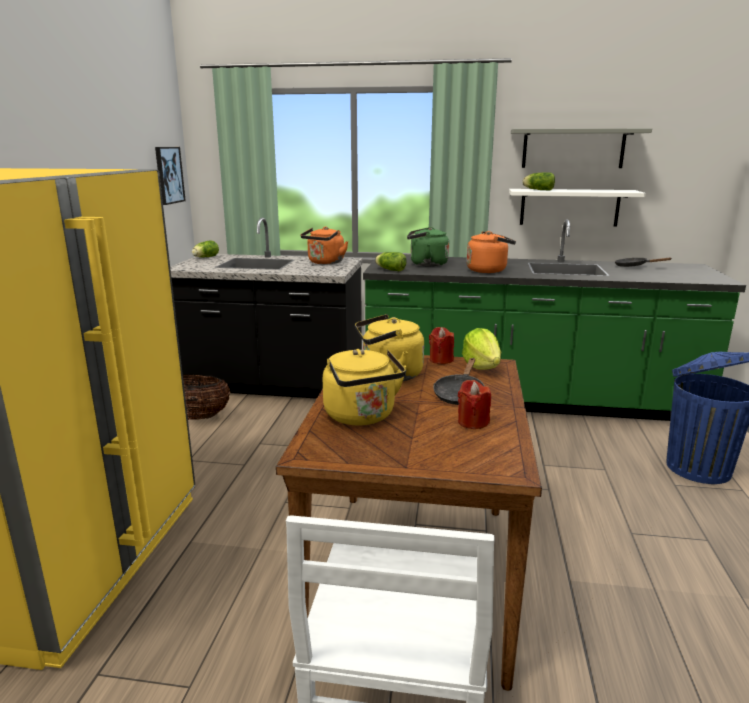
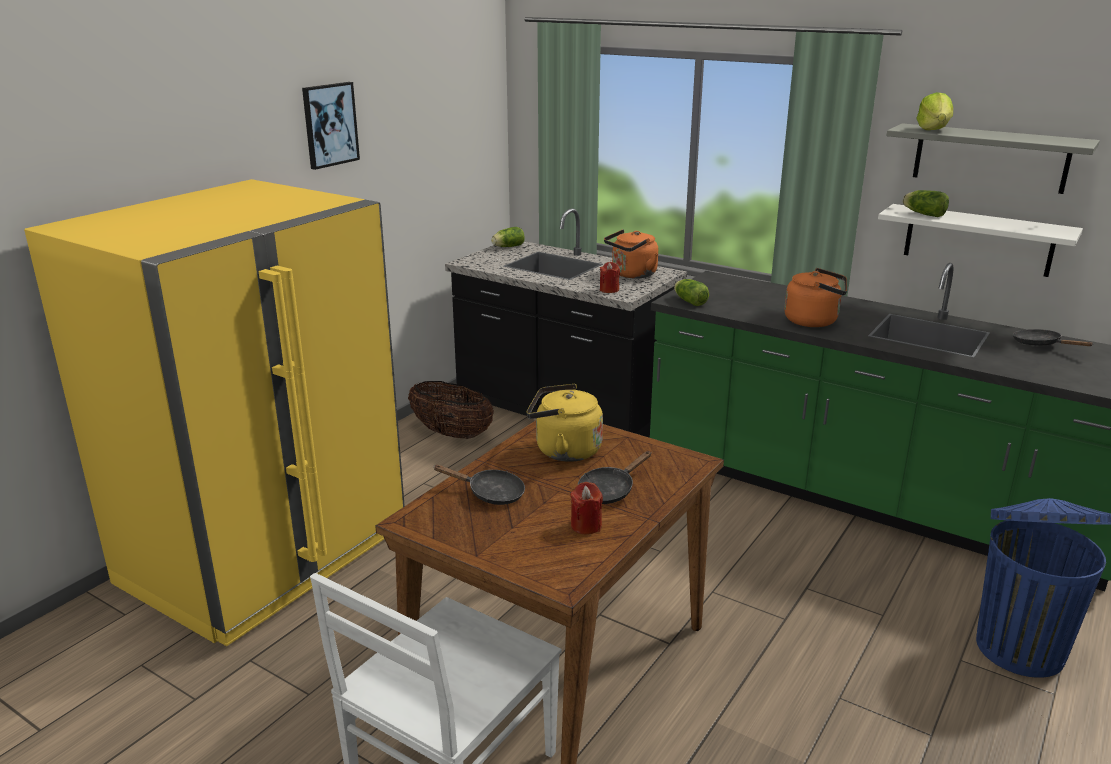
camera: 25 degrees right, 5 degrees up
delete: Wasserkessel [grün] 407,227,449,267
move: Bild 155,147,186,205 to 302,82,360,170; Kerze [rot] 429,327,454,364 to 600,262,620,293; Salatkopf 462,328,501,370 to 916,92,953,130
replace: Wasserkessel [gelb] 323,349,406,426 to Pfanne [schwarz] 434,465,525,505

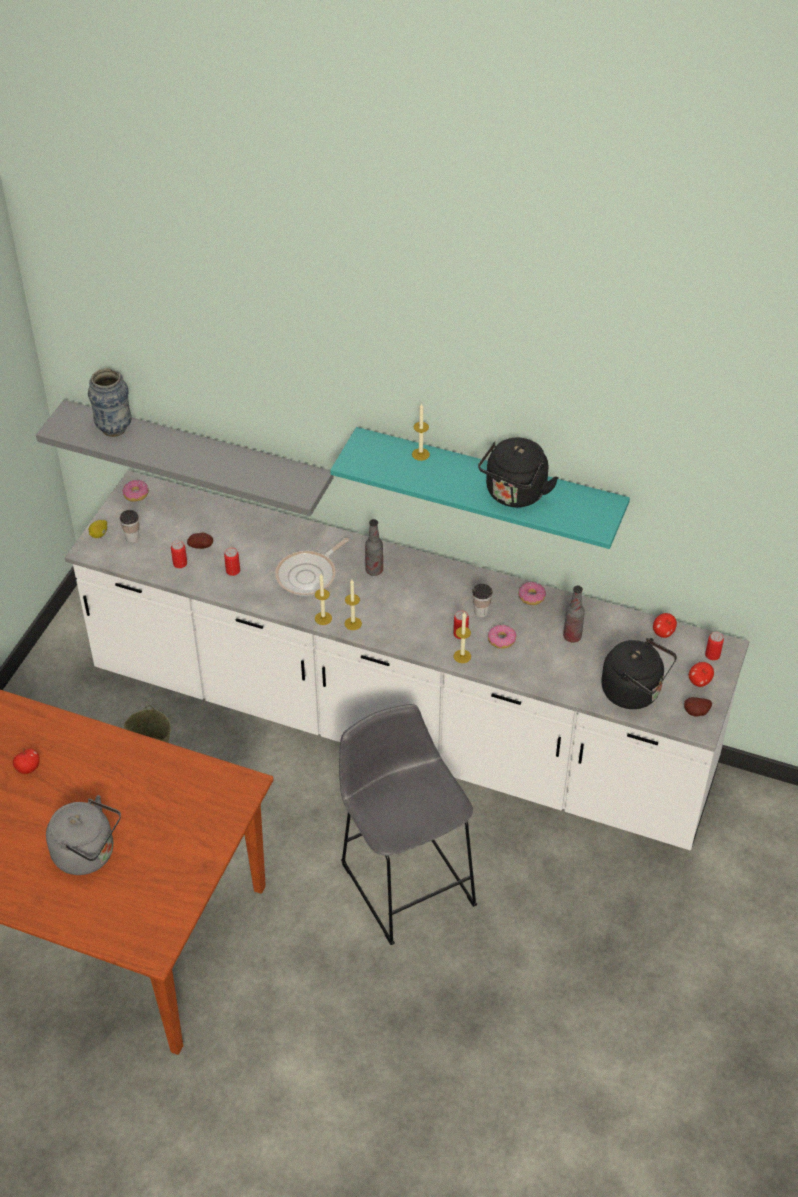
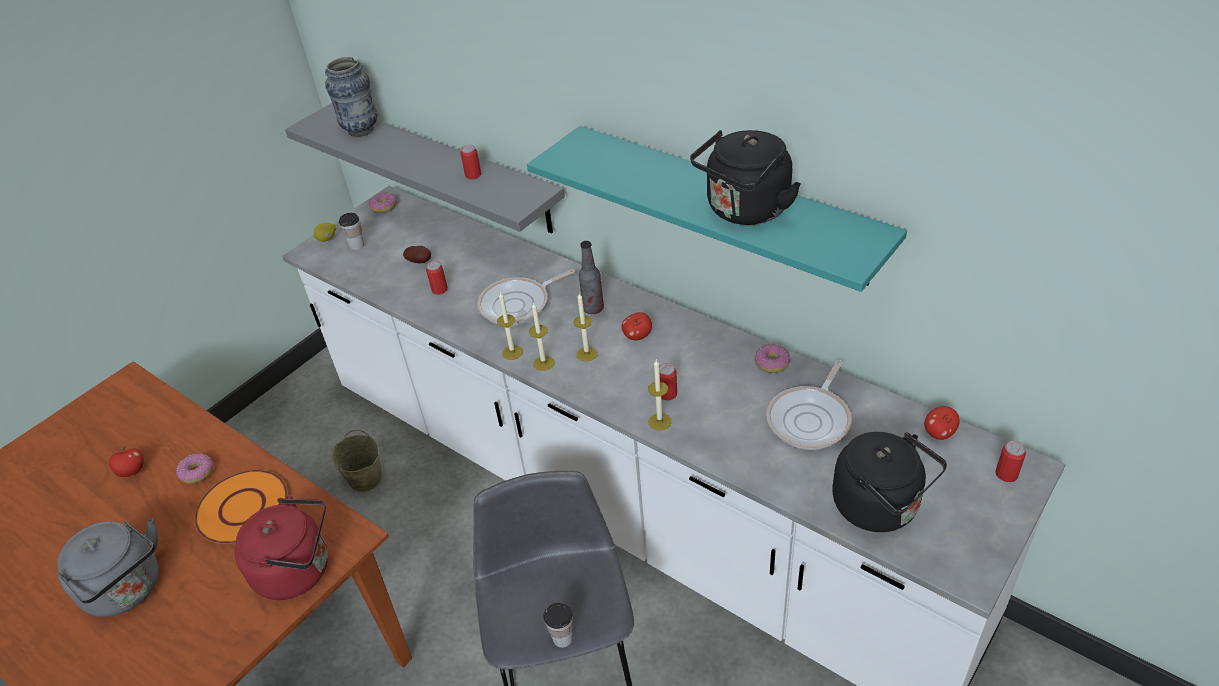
camera: 20 degrees right, 5 degrees down
delete: Kartoffel 684,697,712,717
insert: Teller [orange] 195,470,288,544; Wasserkessel [rot] 235,495,328,600
move: Dose 171,540,187,568 to 460,144,481,179; Kerze 412,403,430,461 to 574,293,598,362; Tasse 472,584,493,617 to 543,603,573,648; Donut 488,625,516,649 to 176,453,213,484; Apfel 689,662,714,687 to 622,312,652,340
replace: Flasche 563,586,585,643 to Pfanne 766,360,852,450

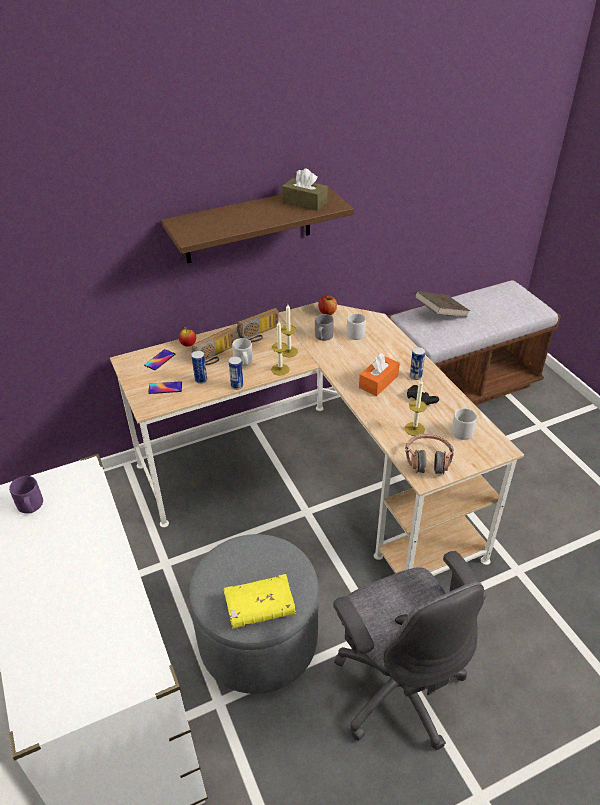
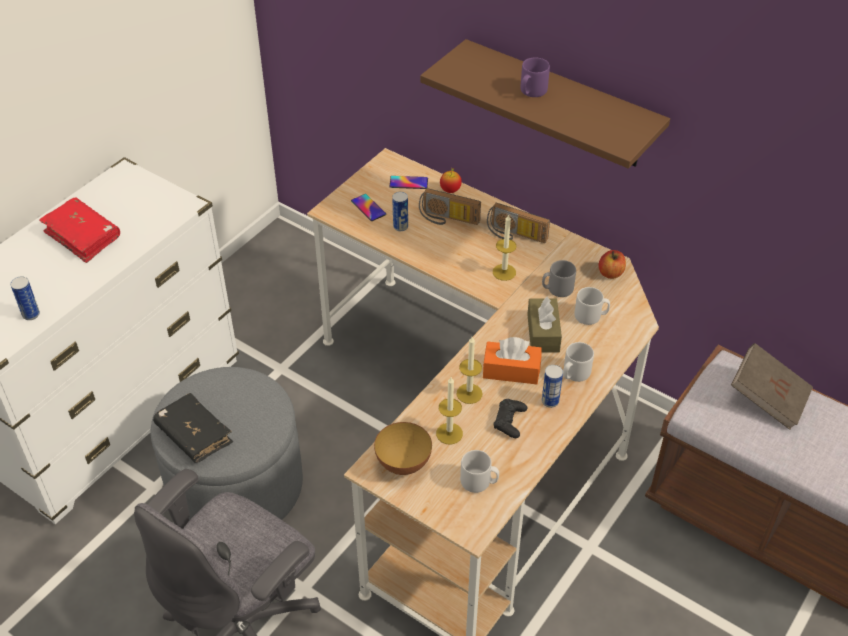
camera: 60 degrees right, 5 degrees up
insert: Buch [rot] 39,197,120,263
move: Henkelbecher [lila] 9,476,43,513 to 520,57,550,97; Dose 229,356,243,390 to 10,277,40,320; Henkelbecher [grau] 232,338,253,366 to 563,342,594,382; Kerze 271,321,290,376 to 456,337,482,404; Taschentuchbox [braun] 282,168,328,211 to 527,296,562,353
replace: Kopfhörer 405,434,454,475 to Schüssel 374,422,432,475
recolor: Buch [gelb] 224,574,296,629 to Buch [schwarz] 153,393,233,463

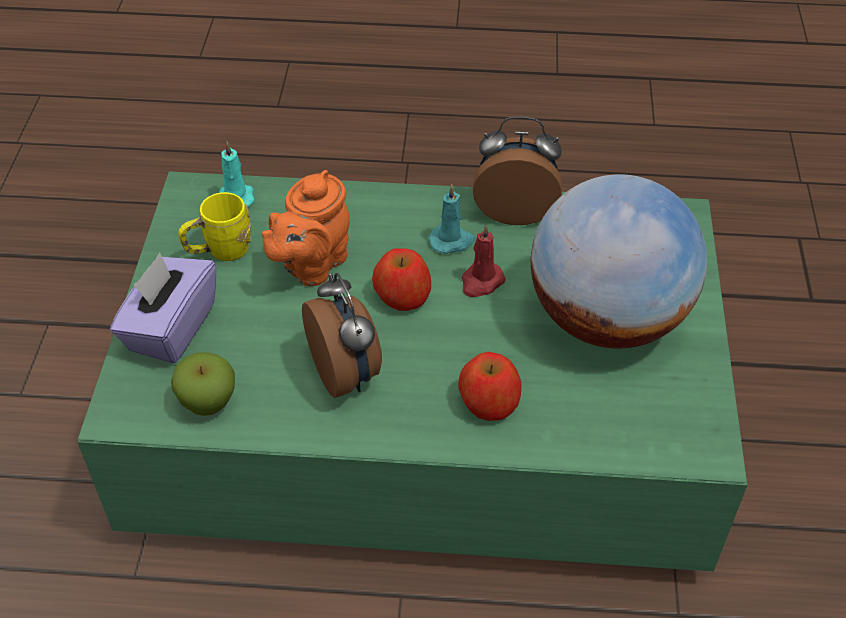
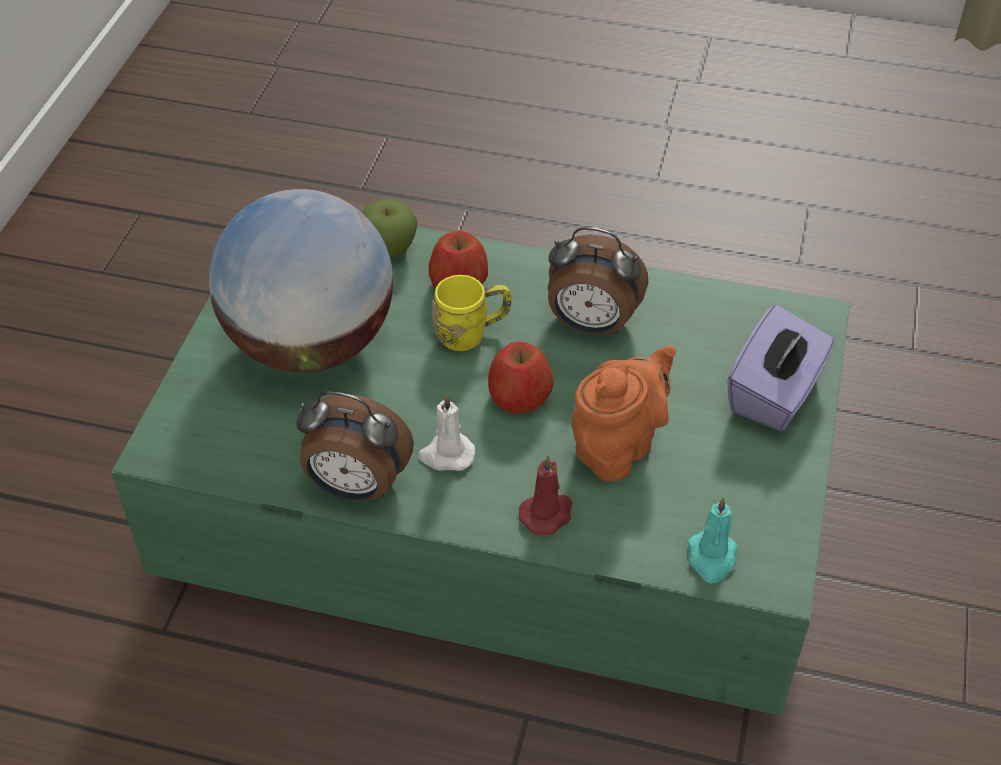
camera: 170 degrees left, 0 degrees up
move: Apfel 171,352,235,416 to 362,199,417,257; Henkelbecher [gelb] 178,192,251,261 to 432,275,512,351; Kerze [rot] 461,224,505,297 to 519,455,572,535
recolor: Kerze [türkis] 429,185,476,254 to Kerze [weiß] 418,394,475,471
rotate: Wecker 302,273,382,398 = 548,227,648,335 60 degrees counterclockwise

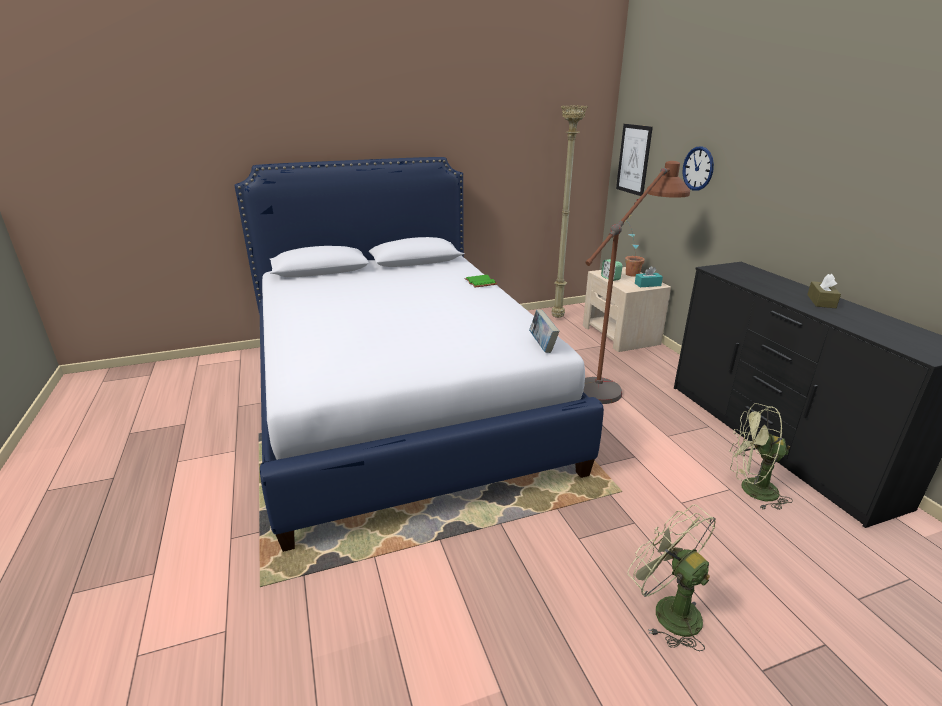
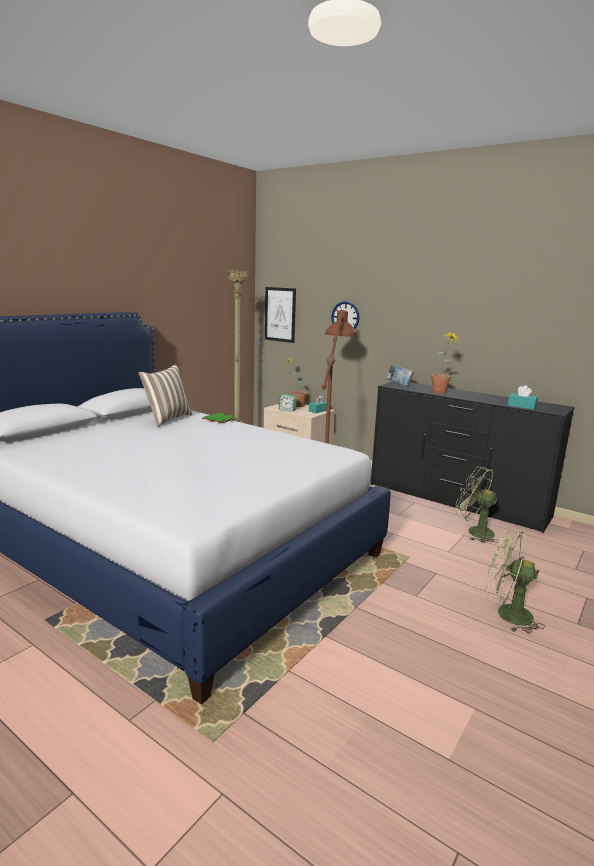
camera: 35 degrees left, 10 degrees down
delete: Taschentuchbox [braun] 807,274,841,308
insert: Kissen 139,364,192,427; Topfpflanze 431,330,459,394; Taschentuchbox [türkis] 508,385,538,410
move: Buch 529,310,559,353 to 386,364,414,387
rotate: Ventilator [grün] 729,403,793,510 = 456,467,499,543 60 degrees clockwise

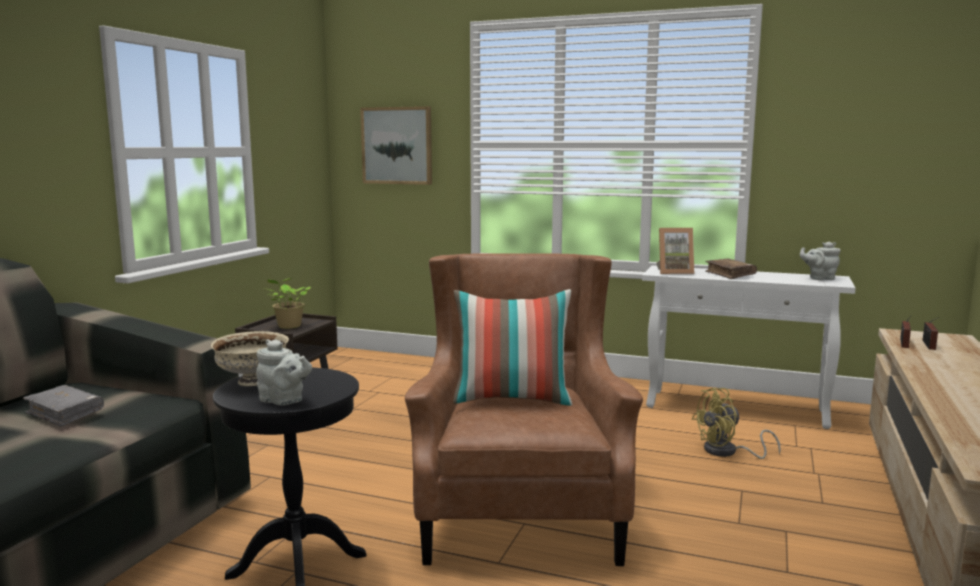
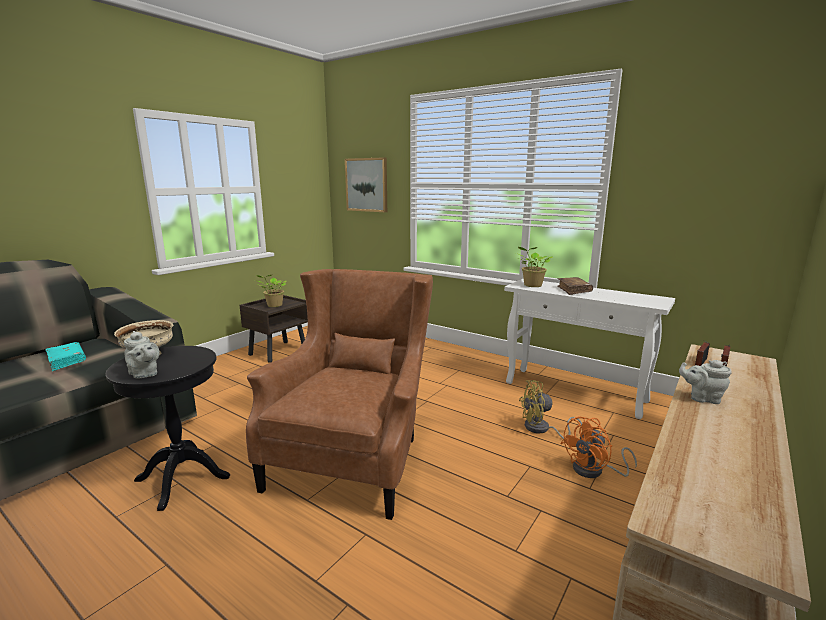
camera: 15 degrees right, 5 degrees up
delete: Kissen 453,289,572,406
insert: Ventilator [orange] 560,416,637,478
move: Teekanne [grau] 800,242,841,280 to 679,360,732,404
replace: Bilderrahmen 657,228,694,274 to Topfpflanze 516,247,553,287
recolor: Buch [grau] 23,385,104,427 to Buch [türkis] 45,342,86,371

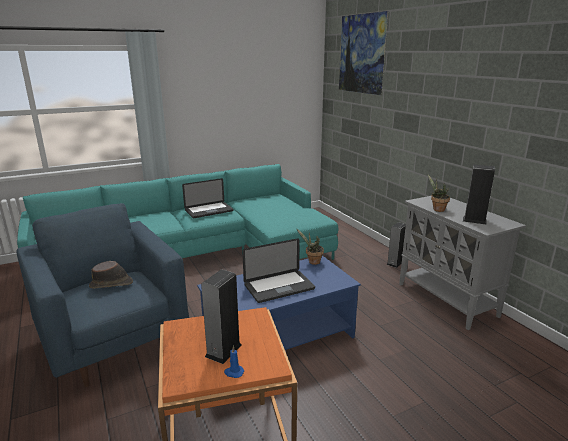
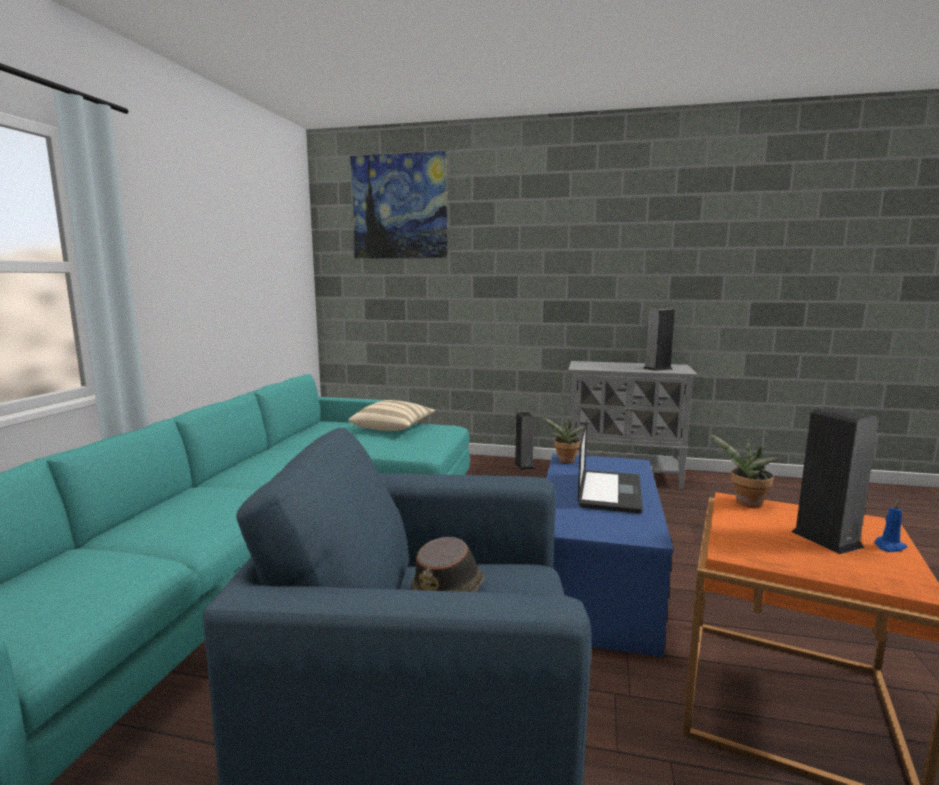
camera: 50 degrees left, 10 degrees down
delete: Laptop 182,178,233,218
insert: Kissen [beige] 348,400,435,431
move: Topfpflanze 428,175,450,212 to 709,434,778,508

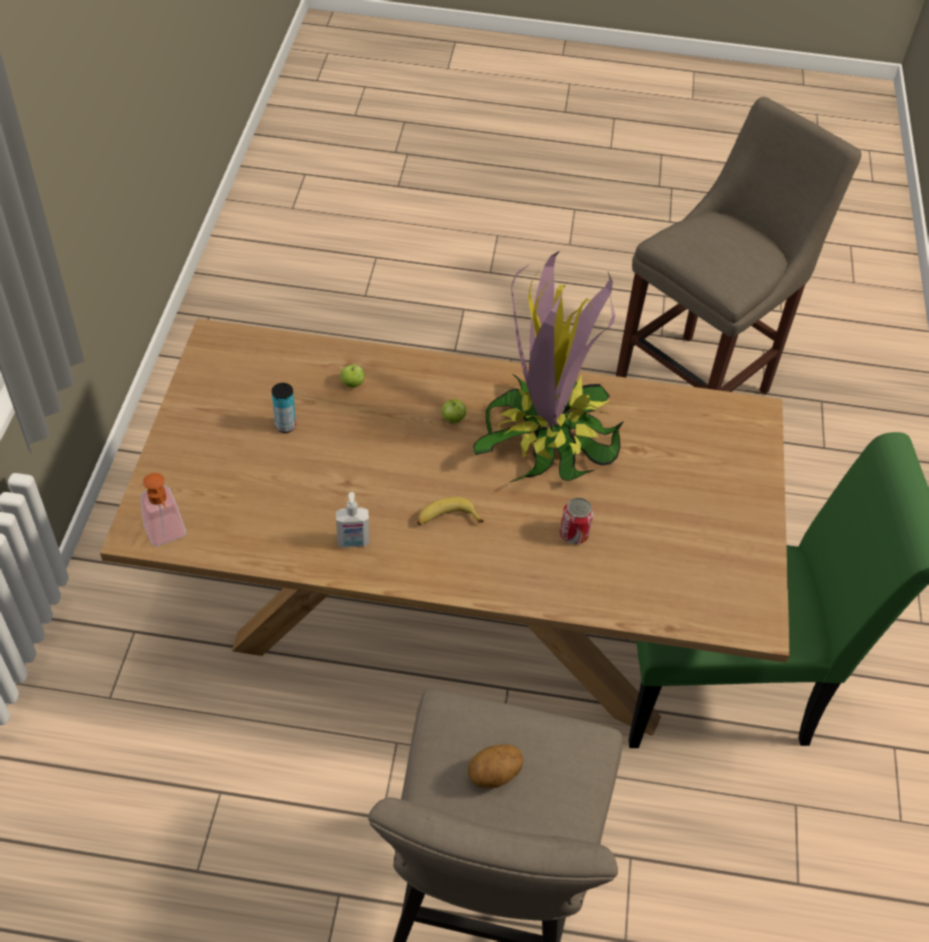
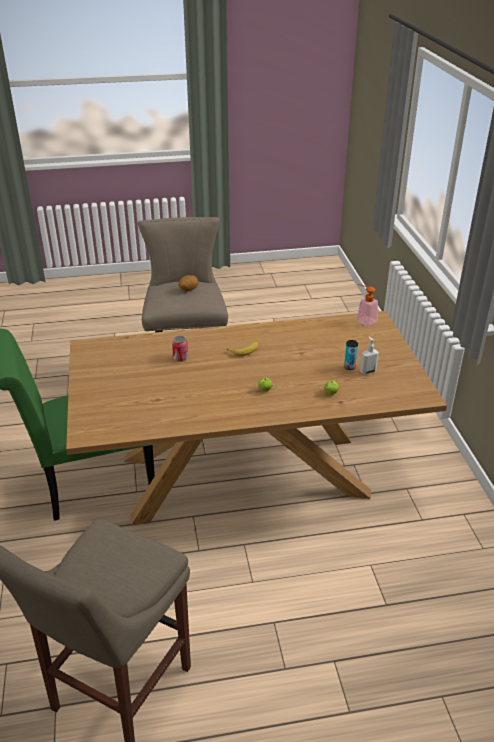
camera: 165 degrees right, 15 degrees down
delete: Topfpflanze 473,250,624,482
move: Seifenspender 336,492,369,548 to 360,337,379,375

